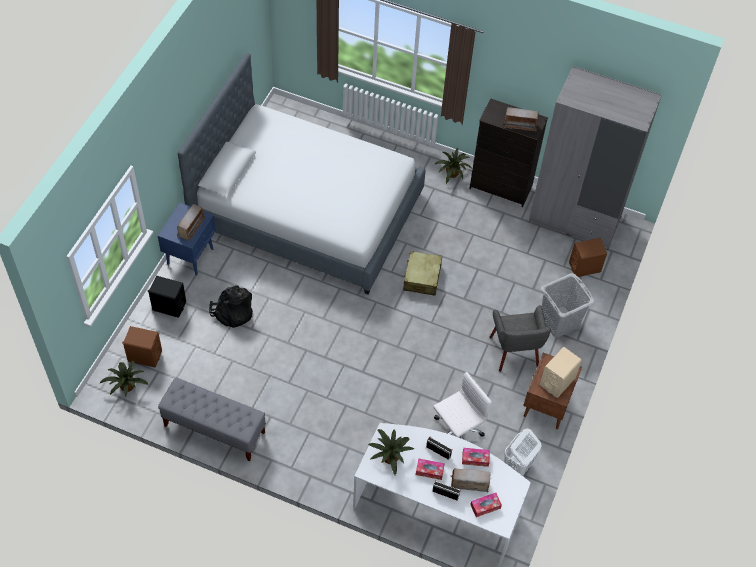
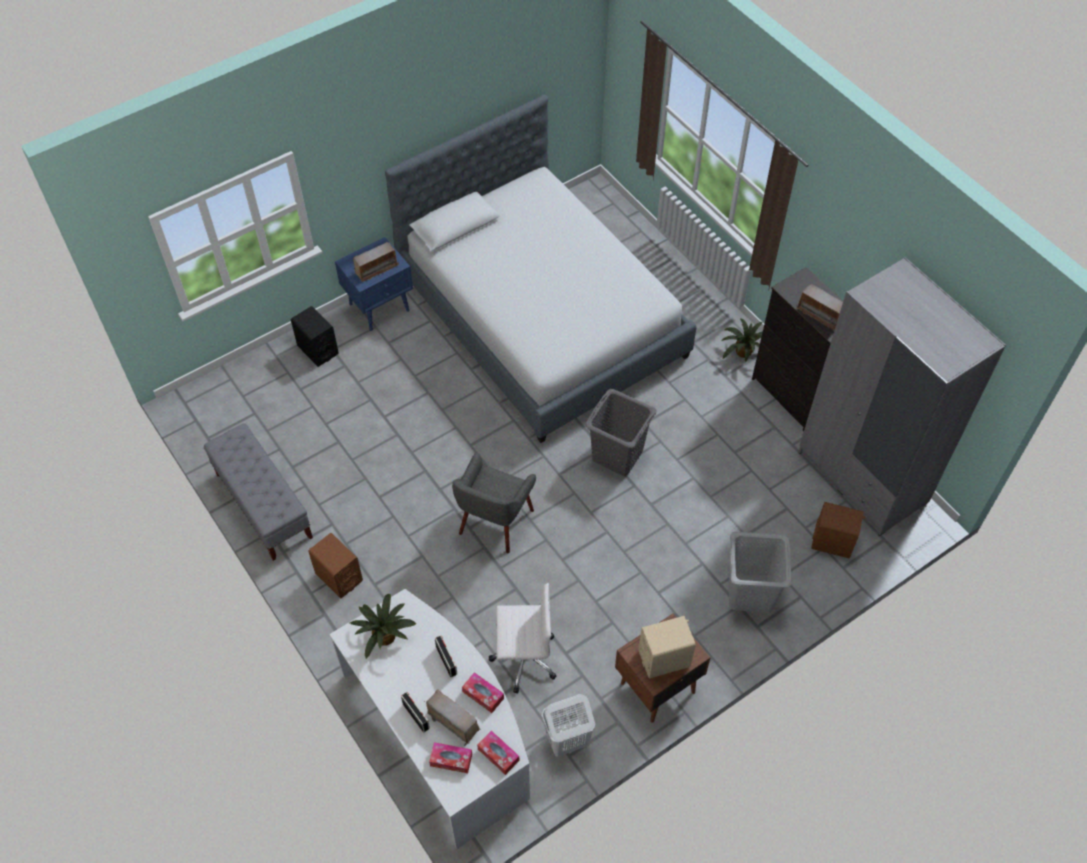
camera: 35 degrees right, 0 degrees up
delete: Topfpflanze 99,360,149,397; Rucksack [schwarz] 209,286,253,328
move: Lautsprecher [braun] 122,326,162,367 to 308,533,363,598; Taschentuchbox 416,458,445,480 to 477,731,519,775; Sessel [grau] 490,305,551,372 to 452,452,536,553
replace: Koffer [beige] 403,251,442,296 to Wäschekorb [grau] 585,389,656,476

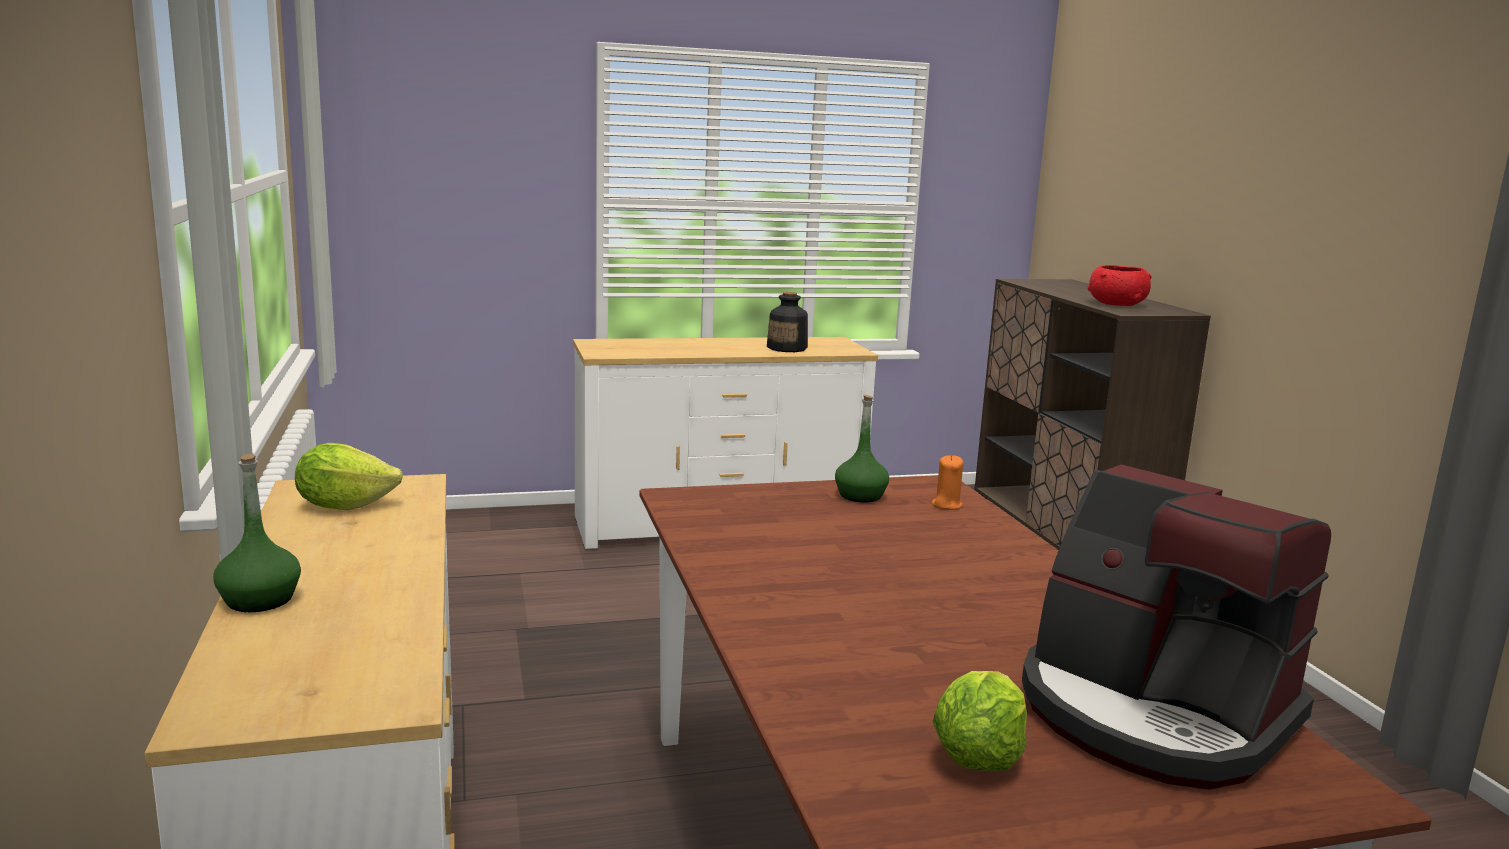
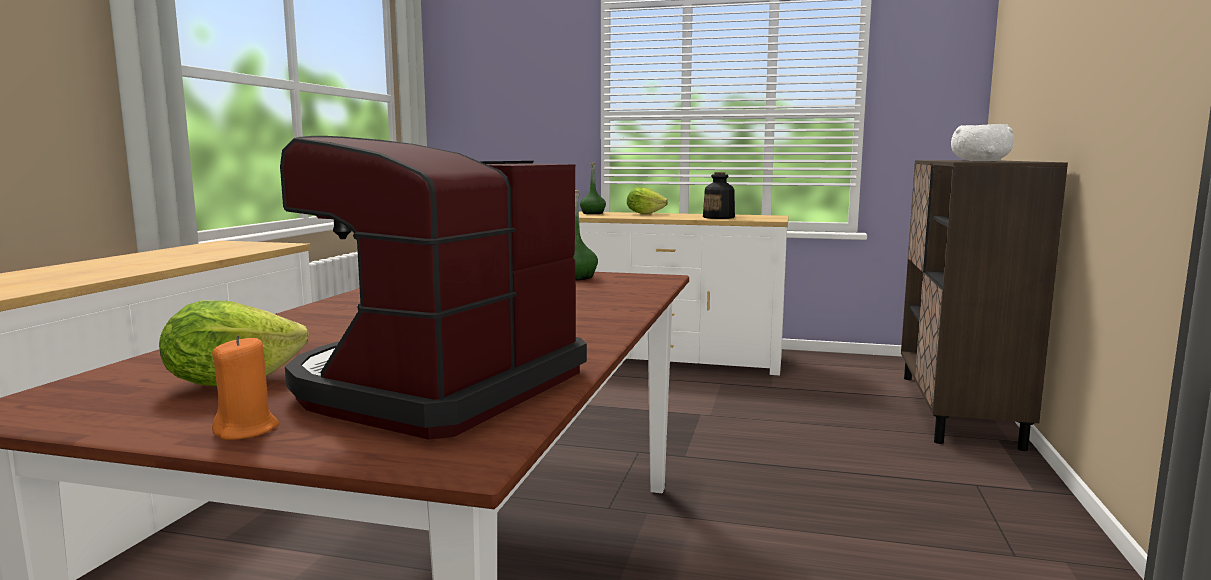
camera: 30 degrees right, 5 degrees down
move: Flasche [grün] 213,454,301,612 to 580,163,606,214; Salatkopf 295,443,403,510 to 627,187,668,214; Kerze [orange] 932,455,963,510 to 212,335,279,440
recolor: Schüssel [rot] 1088,265,1152,306 to Schüssel [weiß] 951,124,1014,161
rotate: Kaffeemaschine 1022,464,1331,790 = 280,136,587,440 45 degrees clockwise

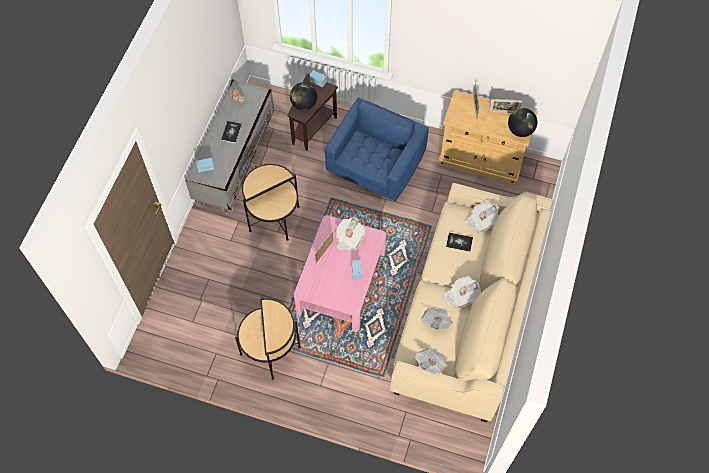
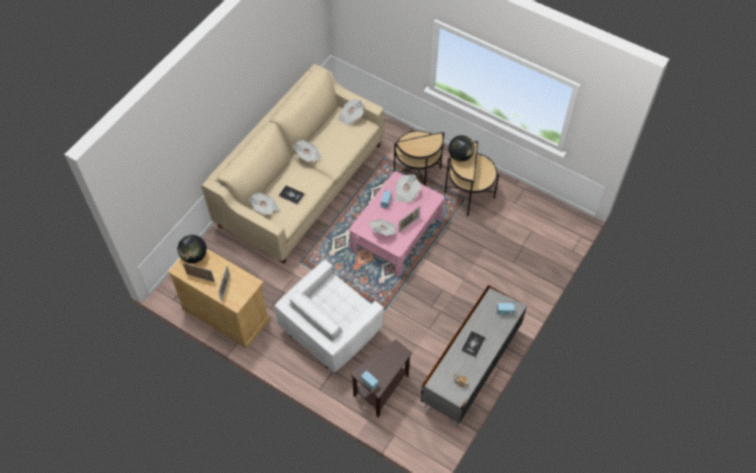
camera: 165 degrees left, 5 degrees down
move: Beistelltisch 242,164,300,241 to 394,130,445,186; Globus 290,83,317,110 to 448,135,475,162; Zeitung 421,308,453,330 to 395,174,421,203
recolor: Sessel [blau] 325,97,429,201 to Sessel [weiß] 274,259,384,373

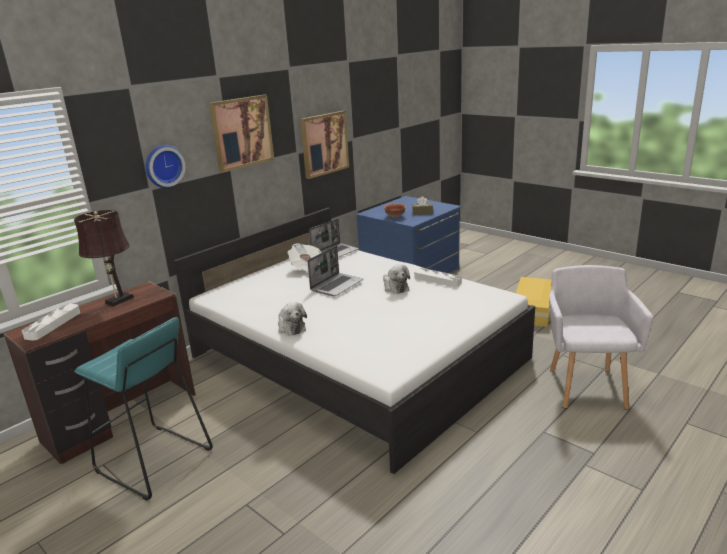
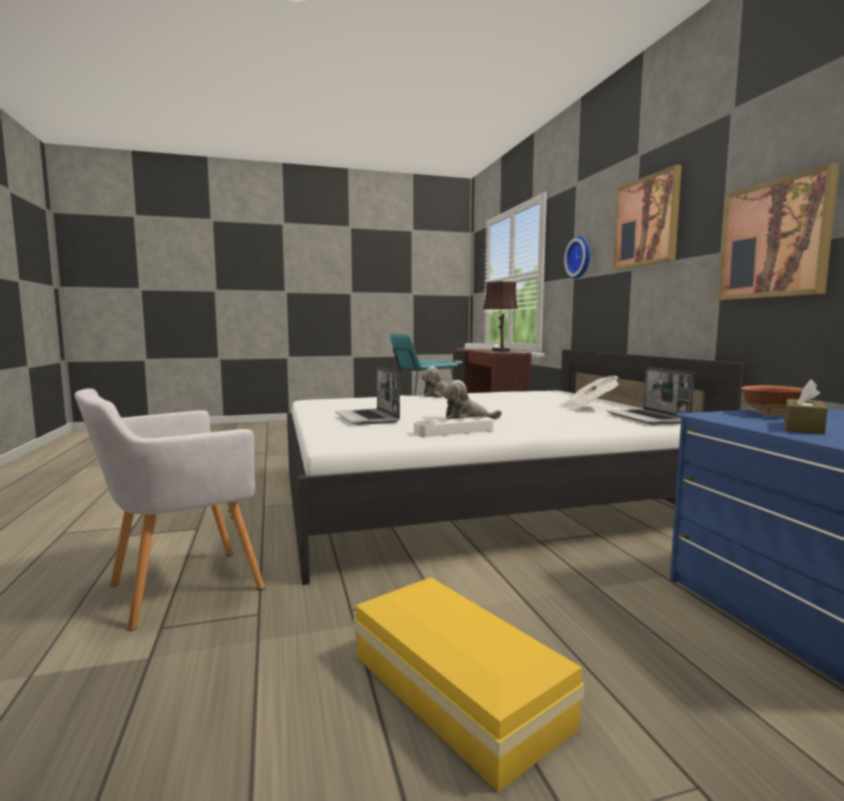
camera: 120 degrees right, 15 degrees down
move: Laptop 307,246,363,296 to 335,367,400,425
rotate: Sessel [grau] 549,265,653,410 = 75,388,265,631 105 degrees clockwise

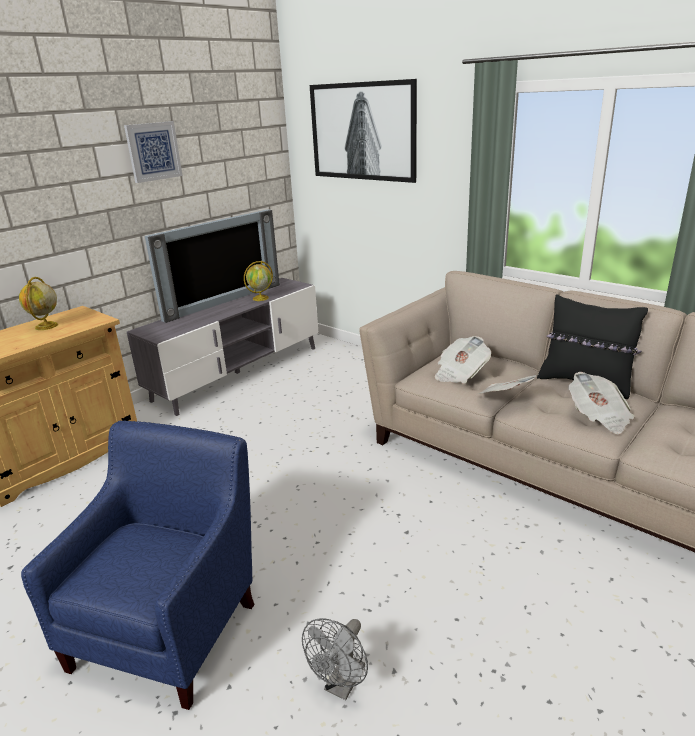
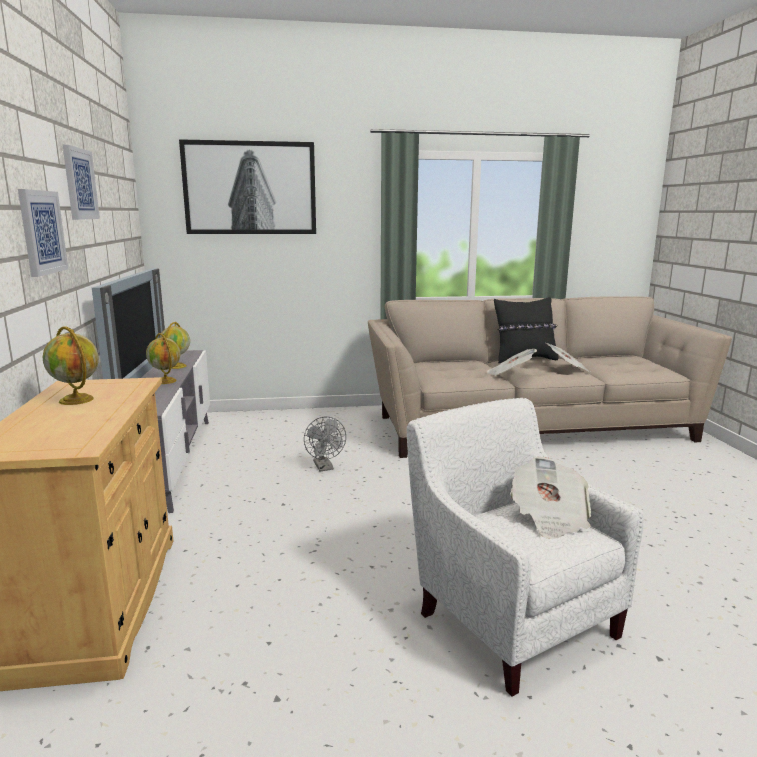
camera: 50 degrees left, 10 degrees down
insert: Bild 18,189,68,277; Globus 146,333,181,384
move: Ventilator [grau] 302,618,368,700 to 304,417,346,471; Zeitung 435,336,491,383 to 510,457,591,539
recolor: Sessel [blau] 21,420,254,710 to Sessel [weiß] 407,398,644,697

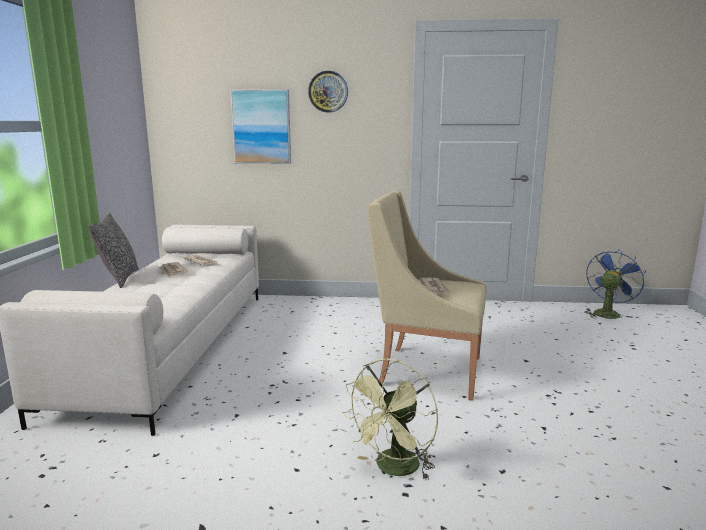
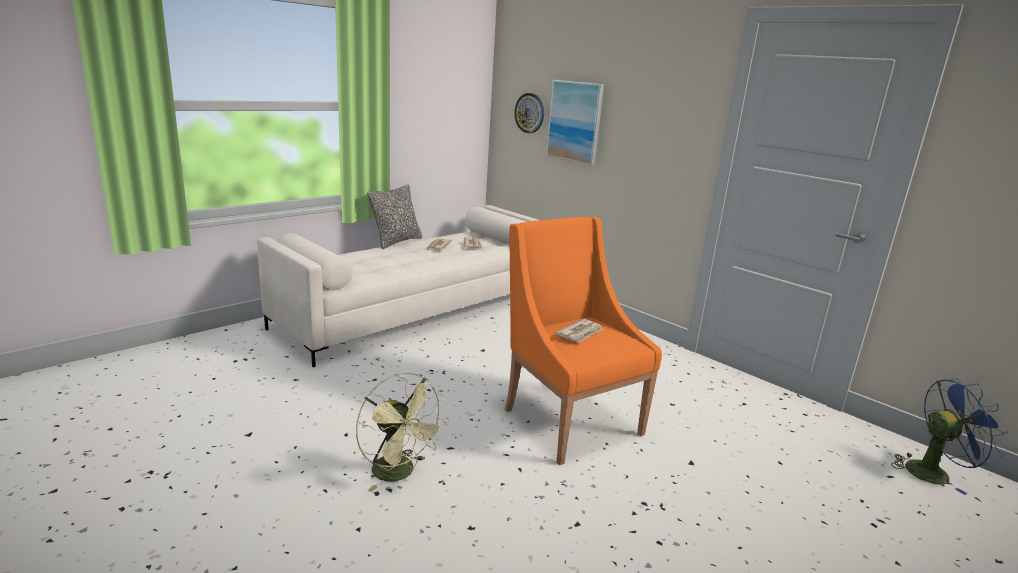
camera: 40 degrees right, 5 degrees up
move: Wanduhr 308,71,348,113 to 514,93,544,133
recolor: Sessel [beige] 367,191,487,401 to Sessel [orange] 505,217,662,465
rotate: Ventilator [grün] 342,359,438,480 = 356,372,447,492 120 degrees counterclockwise

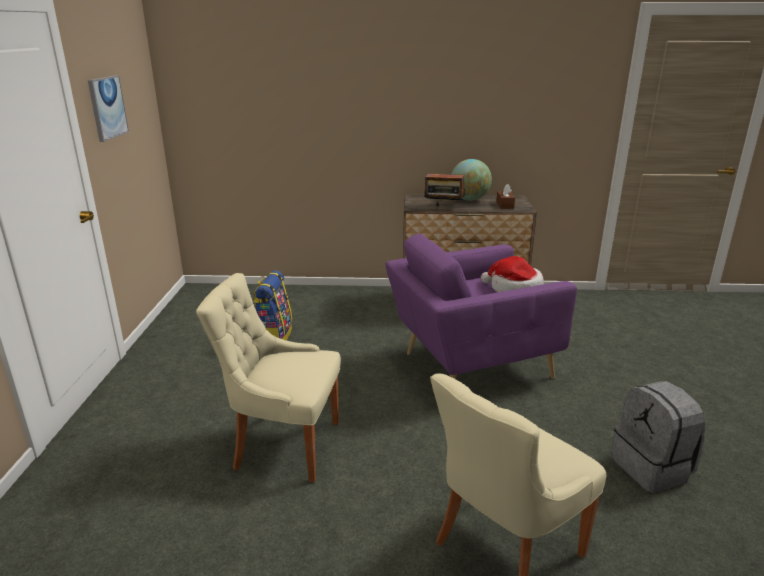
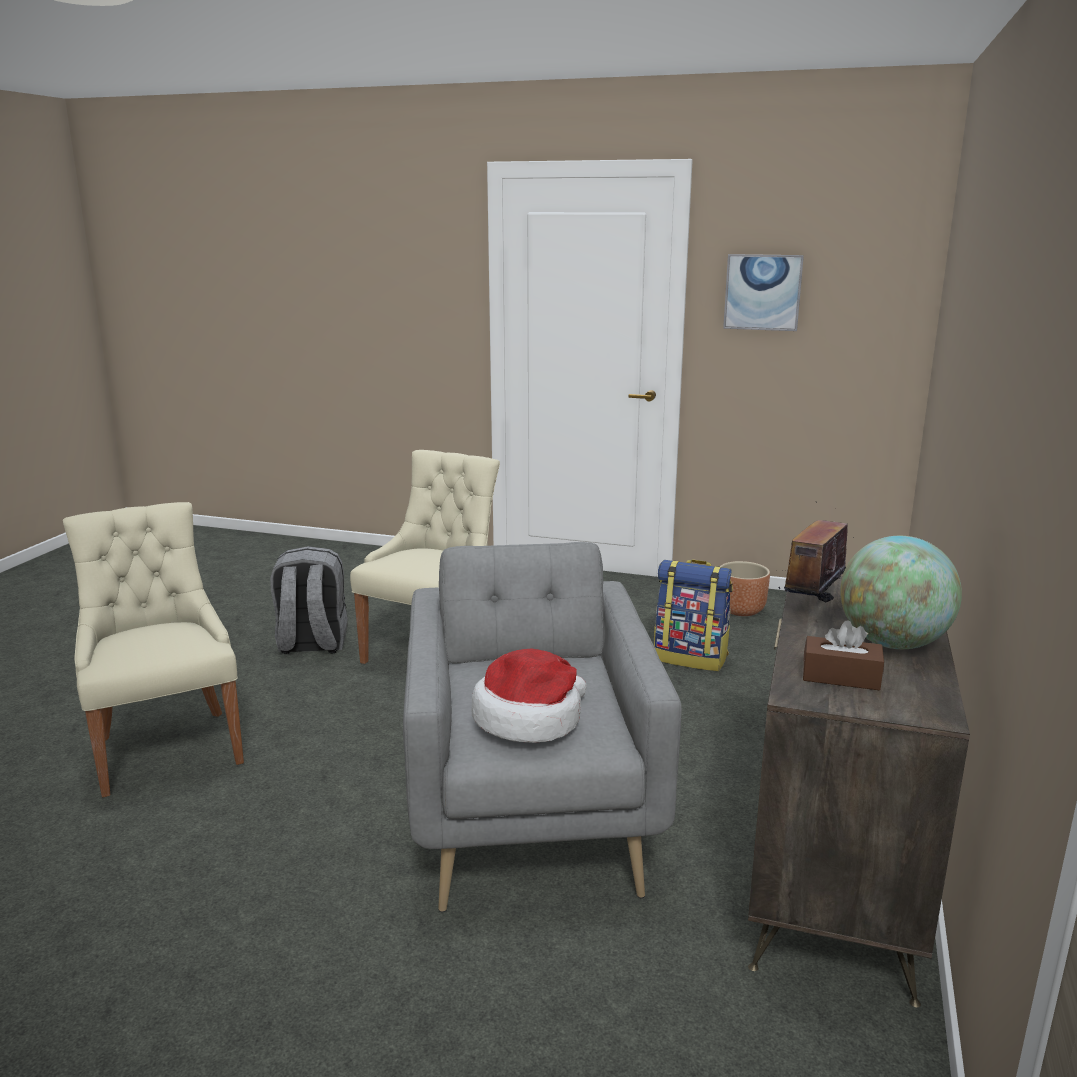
camera: 105 degrees right, 5 degrees down
insert: Pflanzkübel [braun] 720,561,770,616
move: Rucksack [grau] 611,381,705,493 to 270,546,348,654
recolor: Sessel [lila] 385,233,577,379 to Sessel [grau] 403,542,682,912

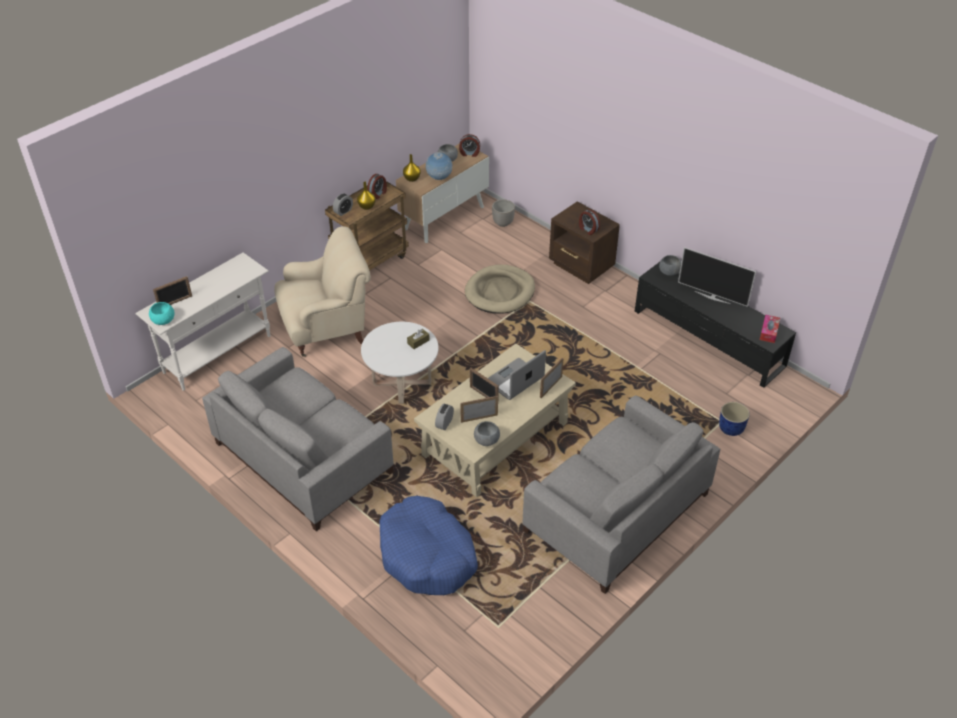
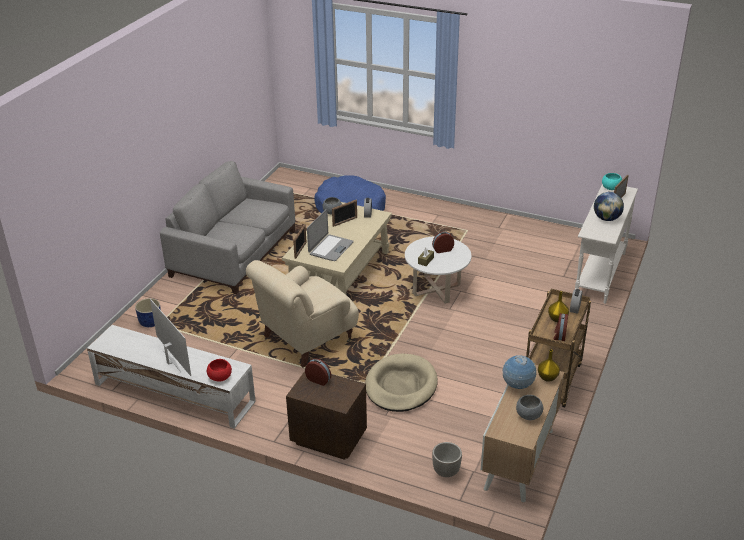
camera: 160 degrees right, 10 degrees down
delete: Sofa [grau] 202,347,394,531; Bilderrahmen 470,368,499,398; Taschentuchbox 760,315,780,343
insert: Globus 594,192,624,221
move: Sessel [beige] 274,226,371,357 to 246,260,359,367; Wecker 459,134,480,157 to 432,231,454,253
recolor: Fernsehschrank [schwarz] 635,262,796,388 to Fernsehschrank [weiß] 87,325,256,429; Schüssel [grau] 659,255,681,276 to Schüssel [rot] 207,359,232,381
rotate: Fernseher 678,247,756,307 = 150,299,191,376 45 degrees clockwise

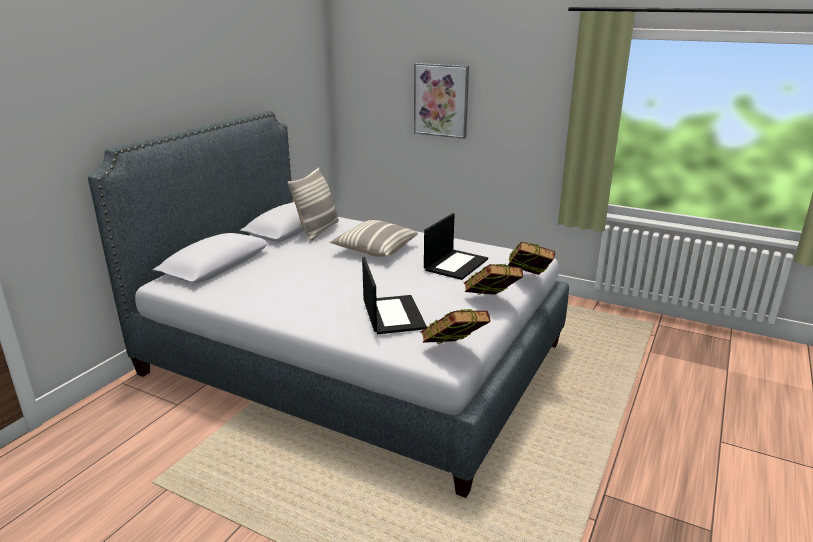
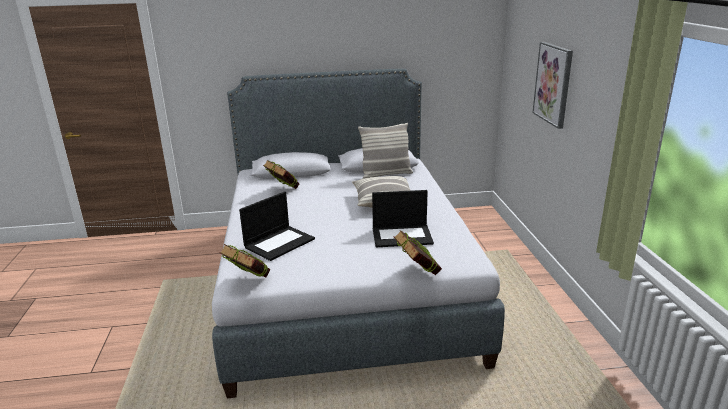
camera: 55 degrees right, 0 degrees up
move: Buch 464,264,523,295 to 263,160,300,189

